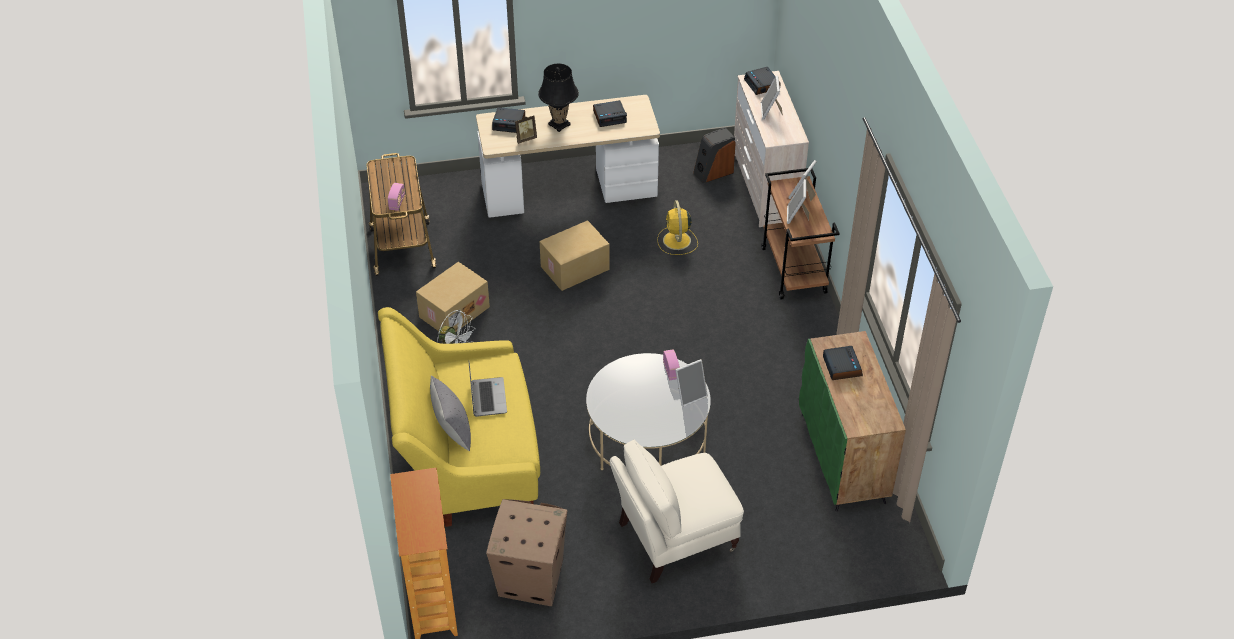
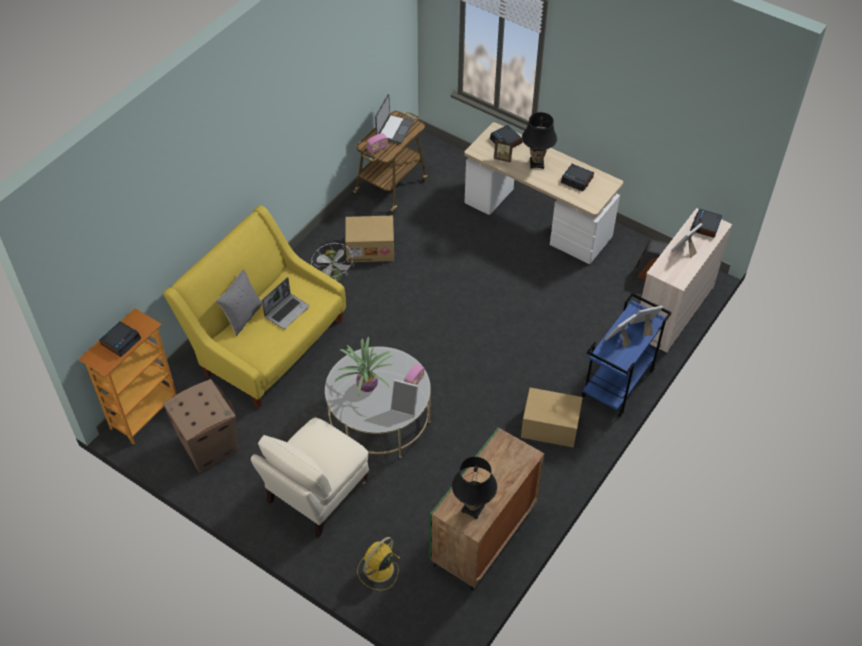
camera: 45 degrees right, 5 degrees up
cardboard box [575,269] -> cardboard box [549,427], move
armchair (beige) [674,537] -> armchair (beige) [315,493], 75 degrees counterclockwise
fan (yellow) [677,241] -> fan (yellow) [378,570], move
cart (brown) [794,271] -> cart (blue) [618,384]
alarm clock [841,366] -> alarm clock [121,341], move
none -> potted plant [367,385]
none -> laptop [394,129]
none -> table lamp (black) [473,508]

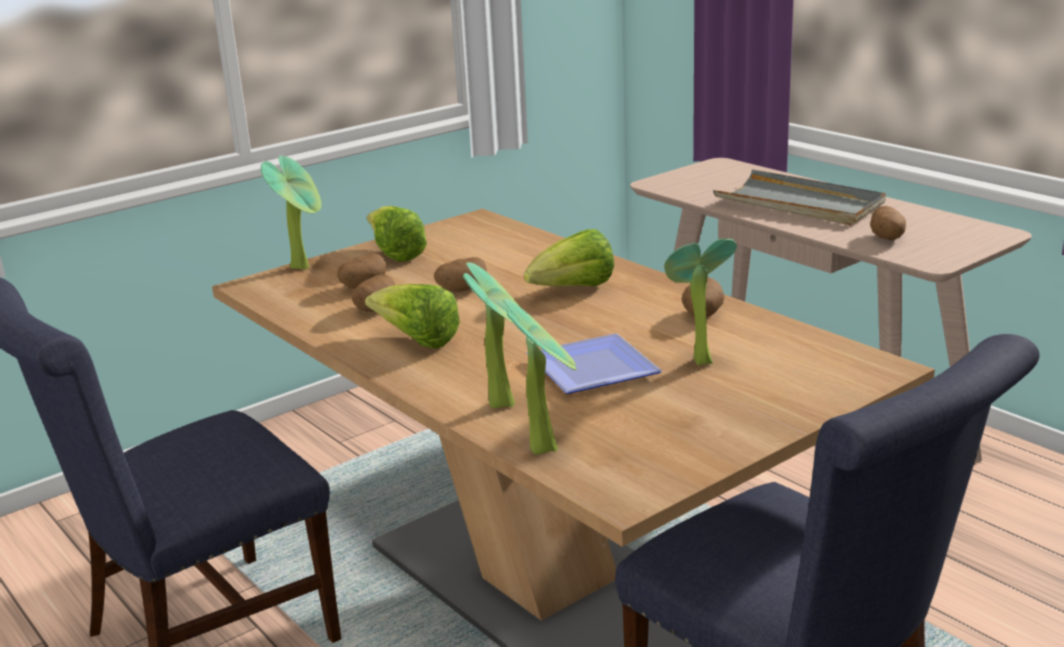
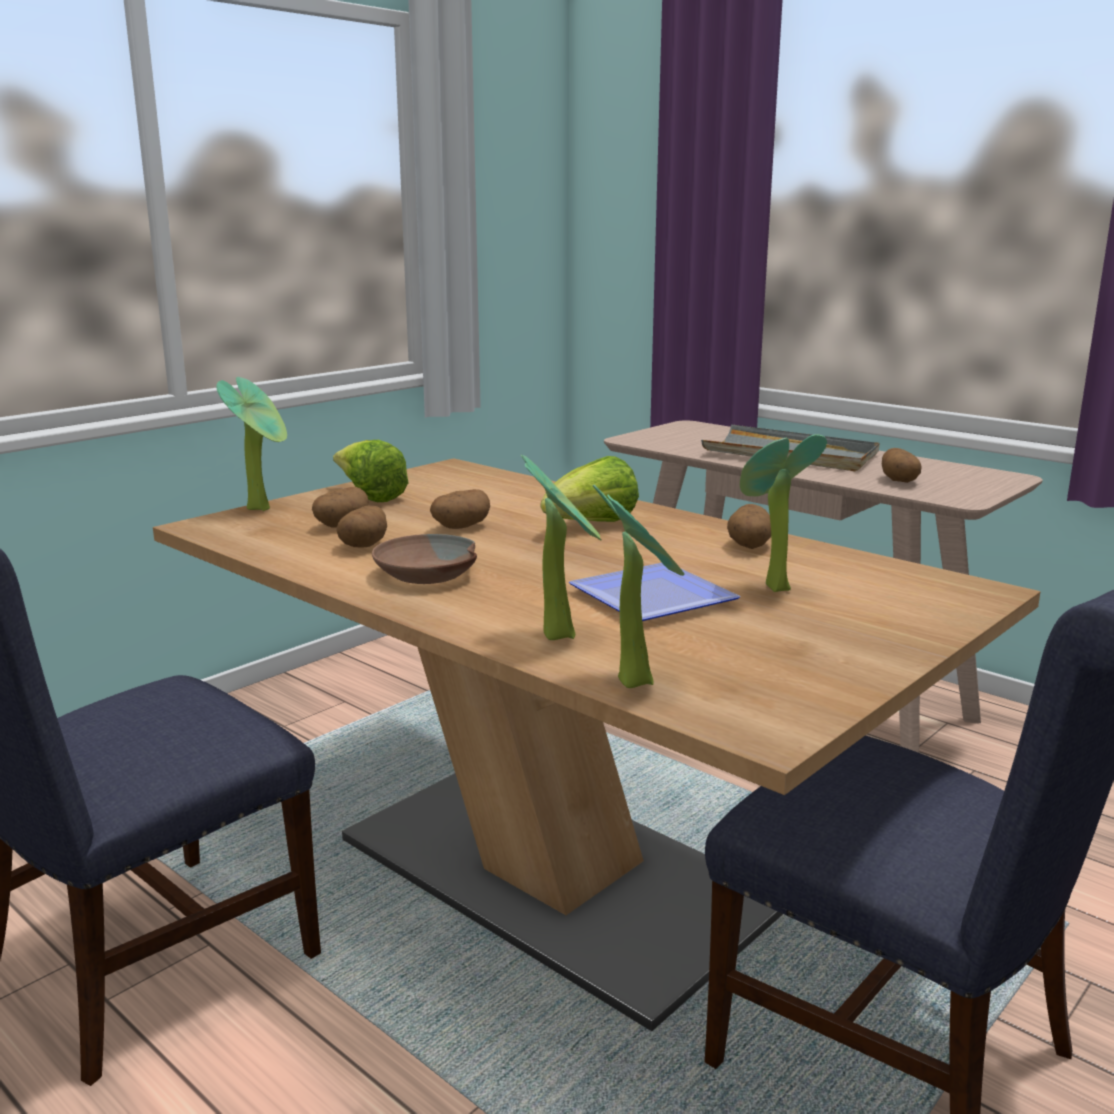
camera: 10 degrees left, 5 degrees down
lettuce [417,340] -> bowl (brown) [426,575]

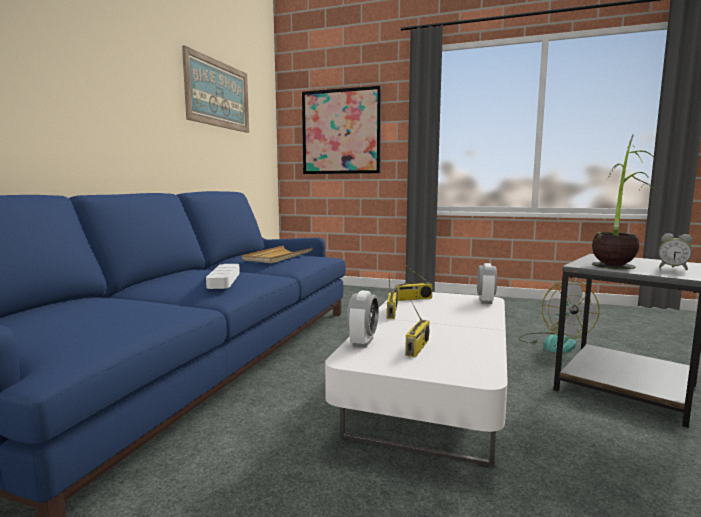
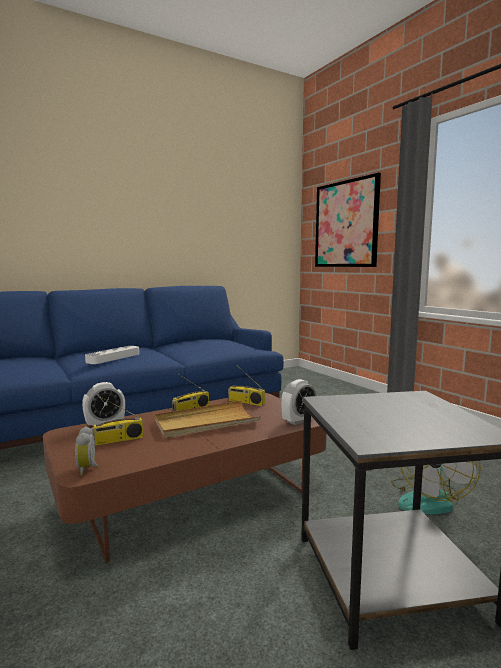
camera: 40 degrees right, 0 degrees up
picture [218,94] -> none
tray (beige) [278,257] -> tray (beige) [206,423], move
coffee table (white) [431,395] -> coffee table (brown) [192,494]
potted plant [617,262] -> none
alarm clock [673,268] -> alarm clock [88,469], move

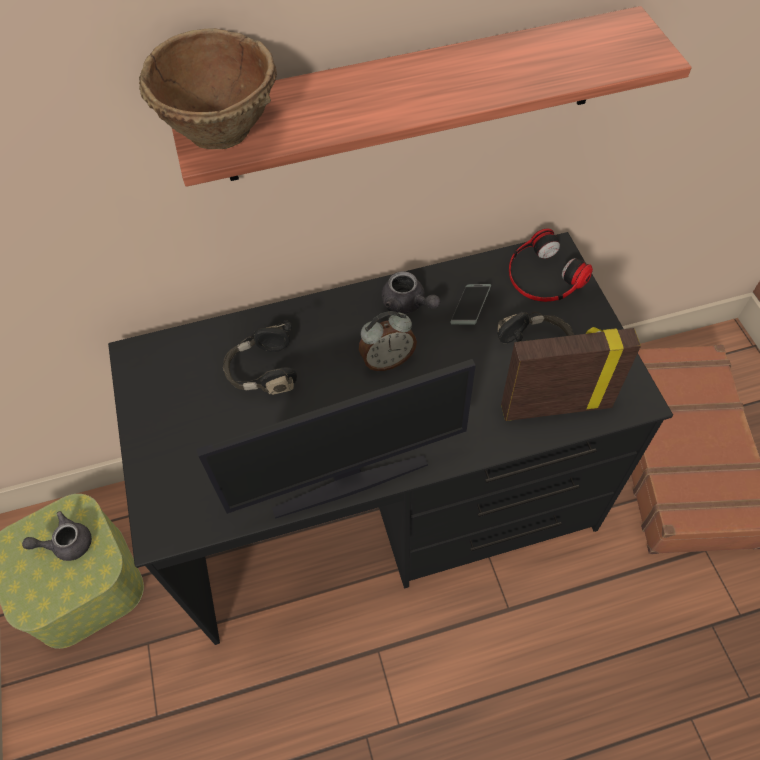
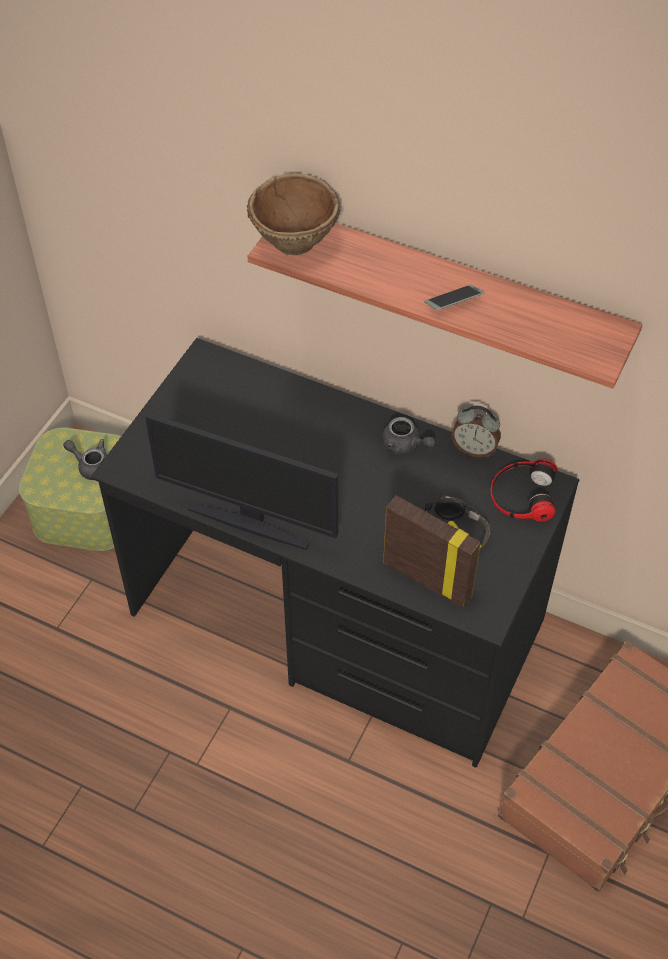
camera: 40 degrees right, 5 degrees down
headphones (black) [263,371] -> none
alarm clock [387,360] -> alarm clock [474,449], move
teapot (grey) [407,304] -> teapot (grey) [405,445], 45 degrees counterclockwise
phone [470,308] -> phone [453,302], move

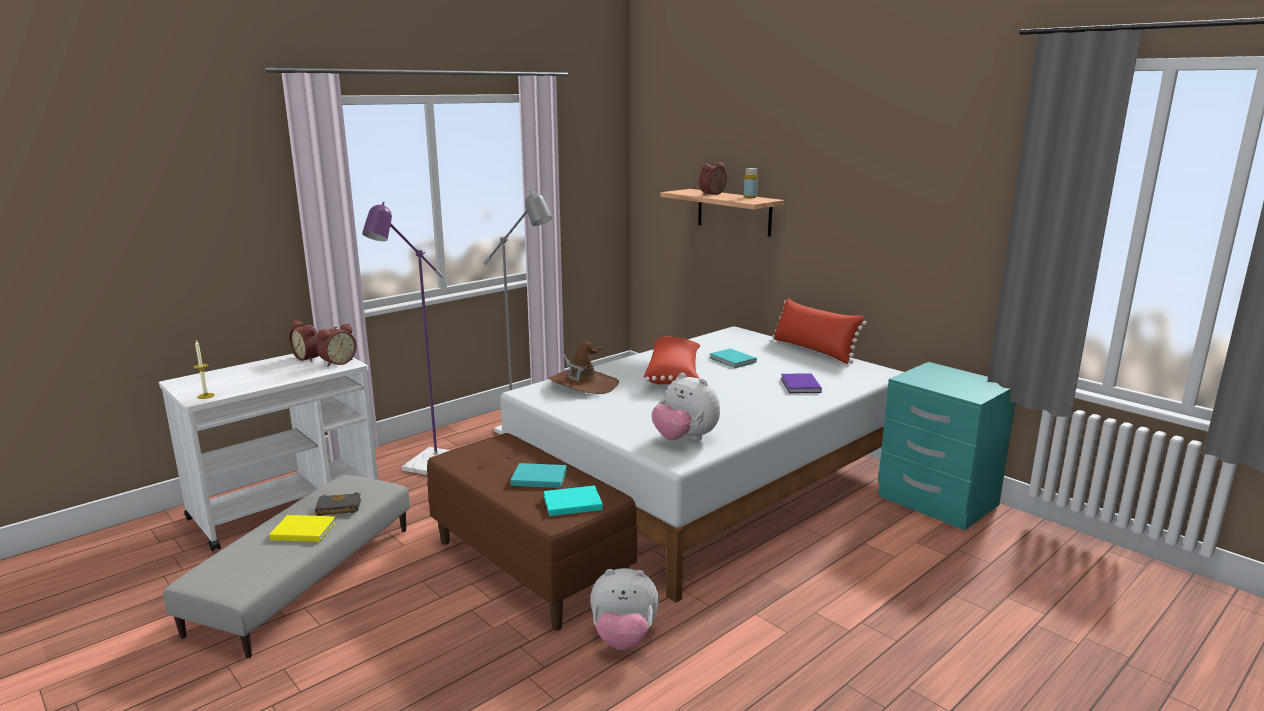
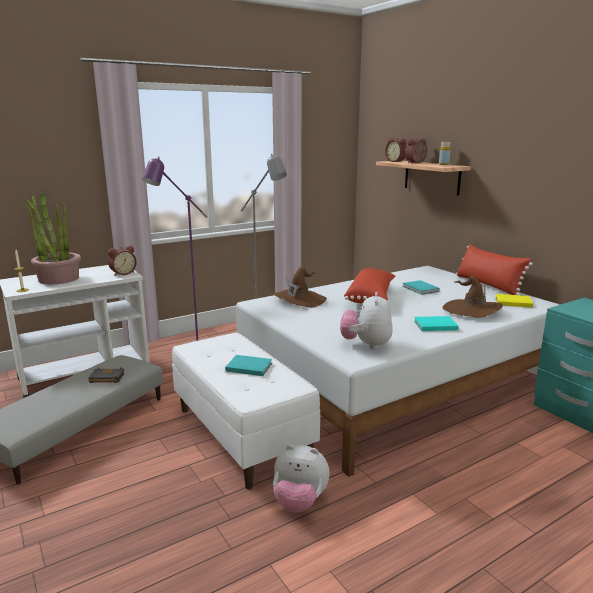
camera: 10 degrees right, 0 degrees up
book (yellow) [302,530] -> book (yellow) [512,302], move
alarm clock [309,358] -> alarm clock [396,161], move
bench (brown) [531,566] -> bench (white) [242,435]
book (turquoise) [571,503] -> book (turquoise) [434,325], move
plush toy [685,439] -> plush toy [366,345], 45 degrees clockwise
book (purple) [800,386] -> hat (brown) [471,310]
none -> potted plant [58,278]

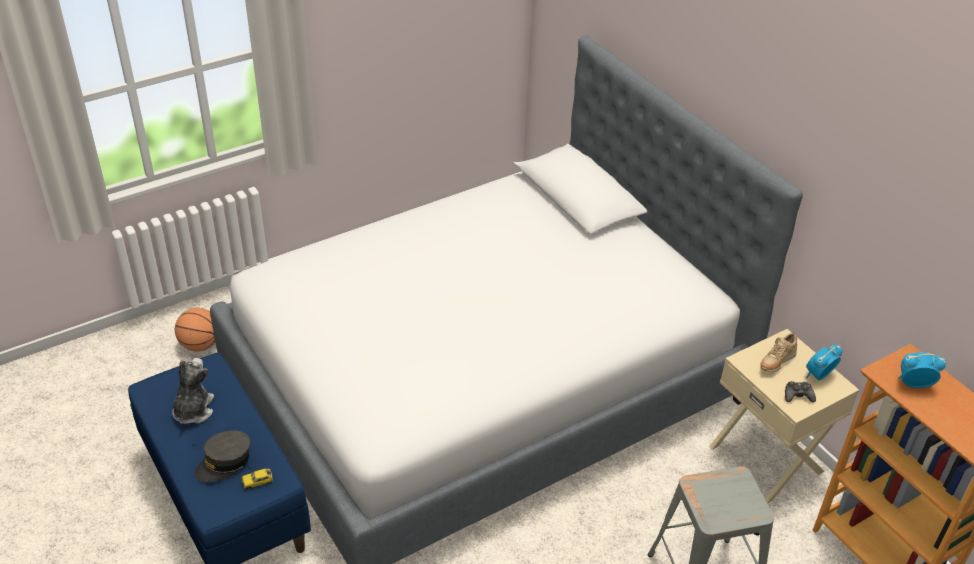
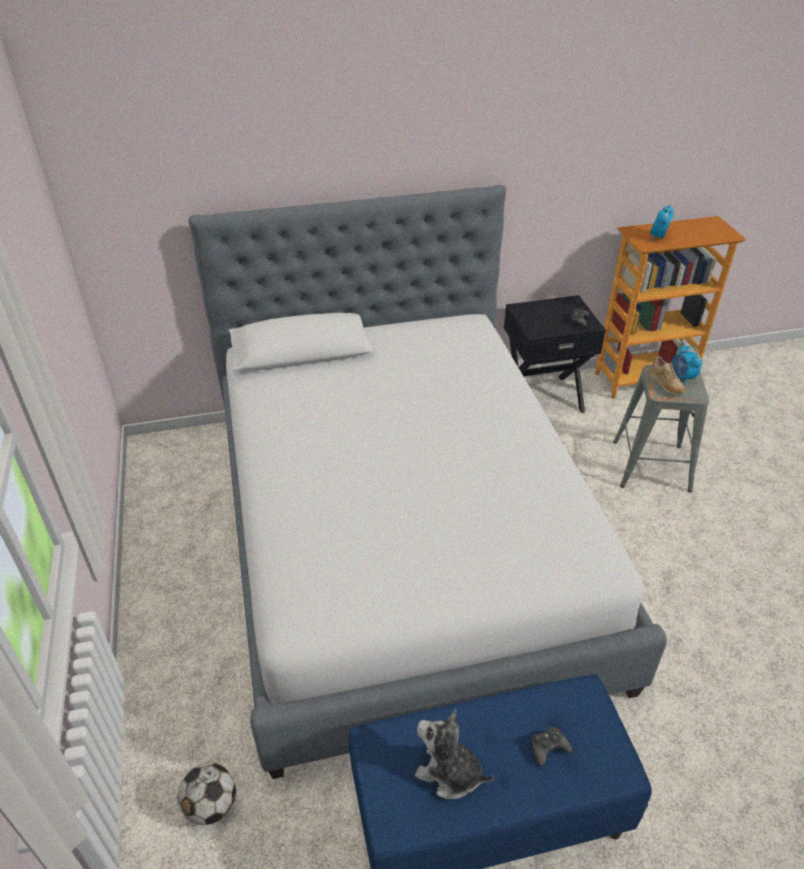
camera: 70 degrees left, 0 degrees up
basketball [200,345] -> football [211,806]
cap (grey) [224,463] -> game controller (black) [548,748]
toy car [257,481] -> none
nightstand (beige) [767,458] -> nightstand (black) [542,397]
shoe (beige) [776,363] -> shoe (beige) [665,386], move
alarm clock [818,375] -> alarm clock [681,378], move

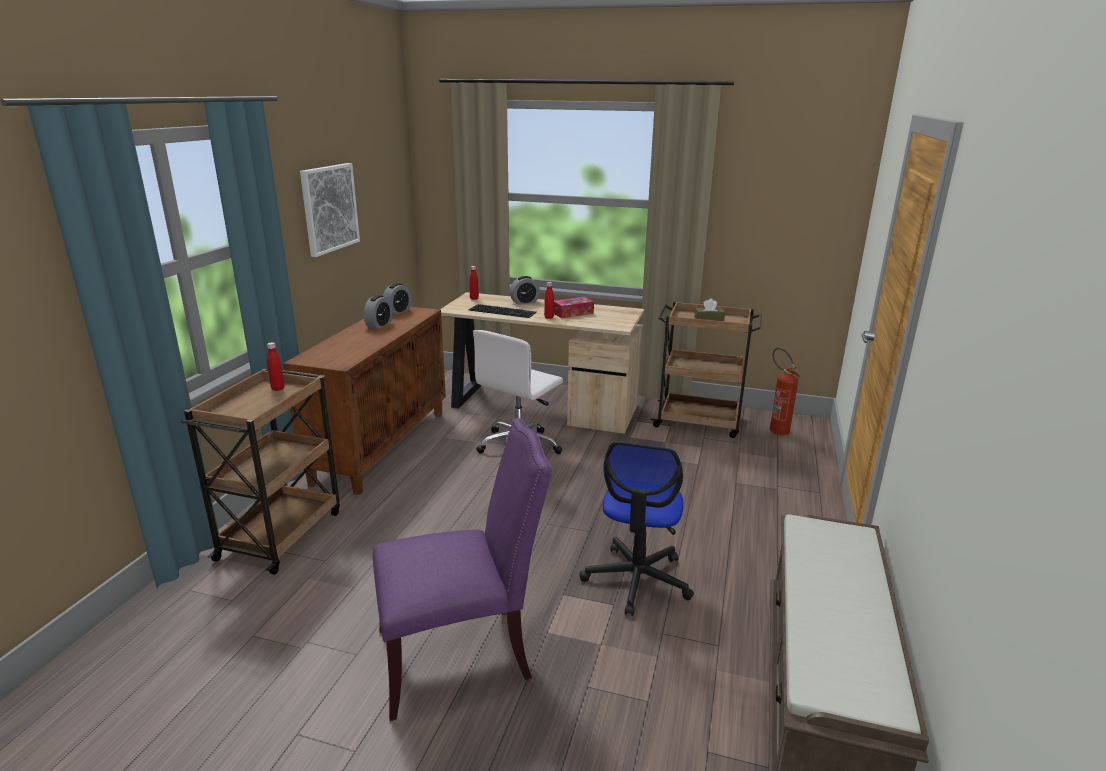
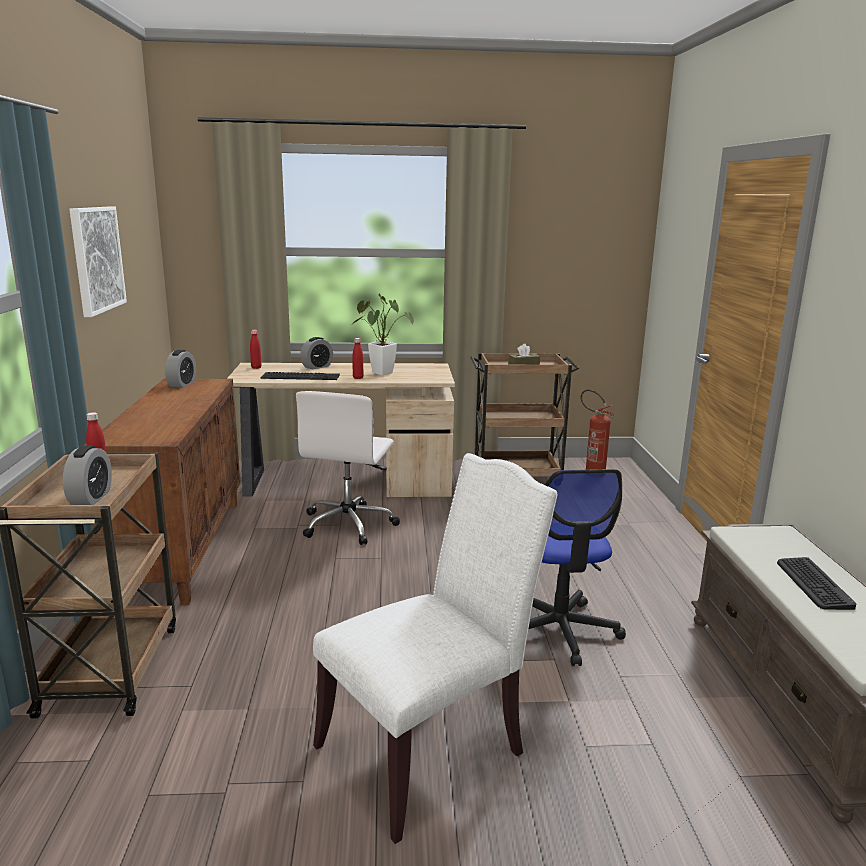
camera: 20 degrees left, 5 degrees down
alarm clock [379,325] -> alarm clock [91,498], move
chair (purple) [461,654] -> chair (white) [429,749]
tissue box [573,313] -> potted plant [379,372]
none -> keyboard [813,584]

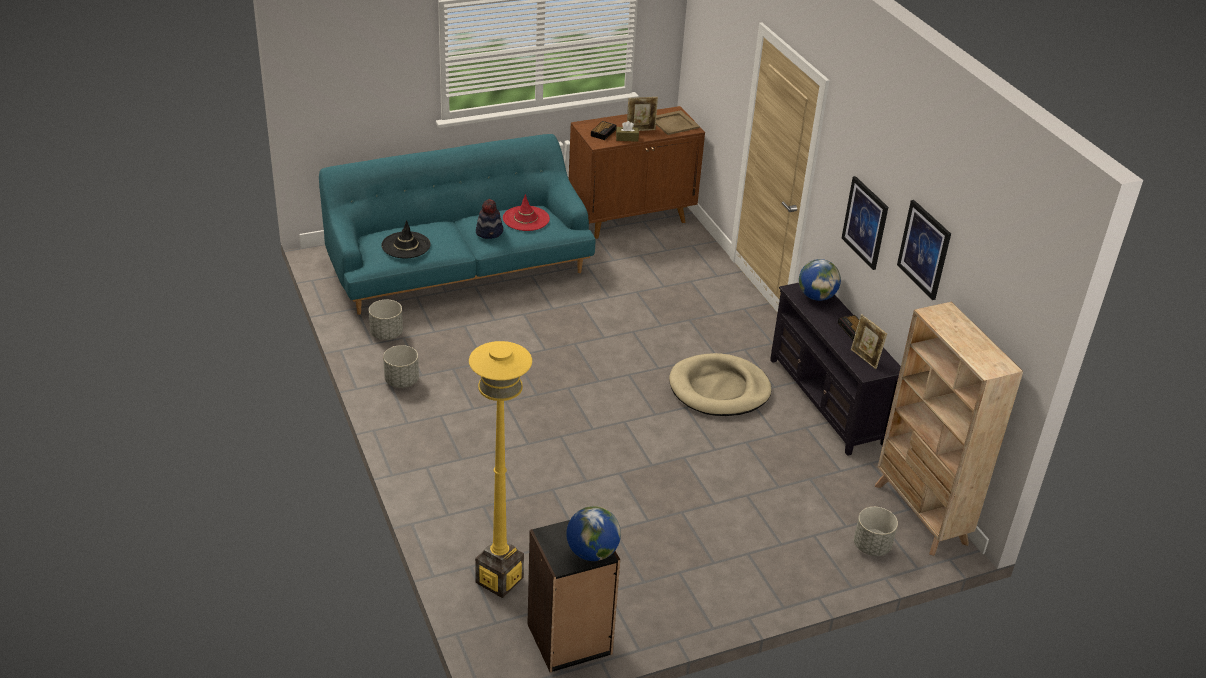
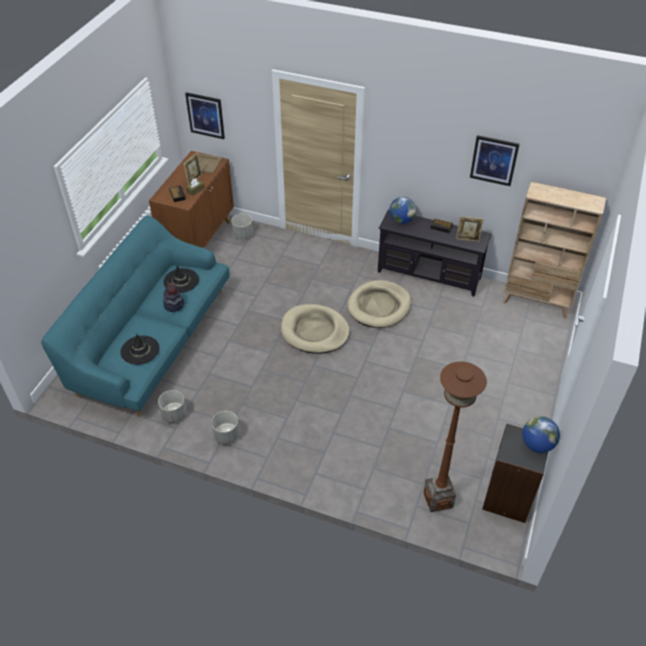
camera: 45 degrees left, 10 degrees up
floor lamp (yellow) [499,579] -> floor lamp (brown) [438,499]
hat (red) [526,219] -> hat (black) [181,281]
picture [865,222] -> picture [205,115], move
planter (grey) [872,546] -> planter (grey) [243,235], move
none -> dog bed (beige) [315,331]

